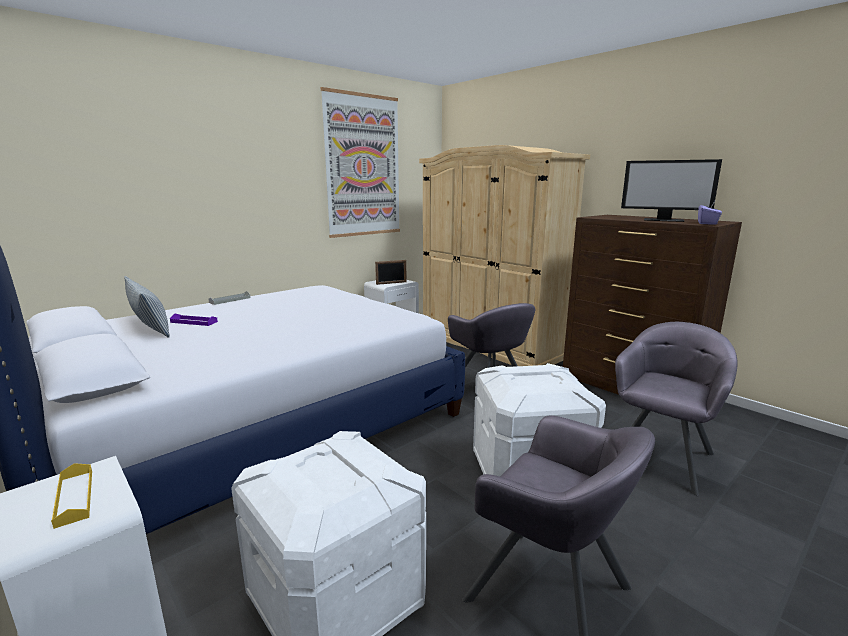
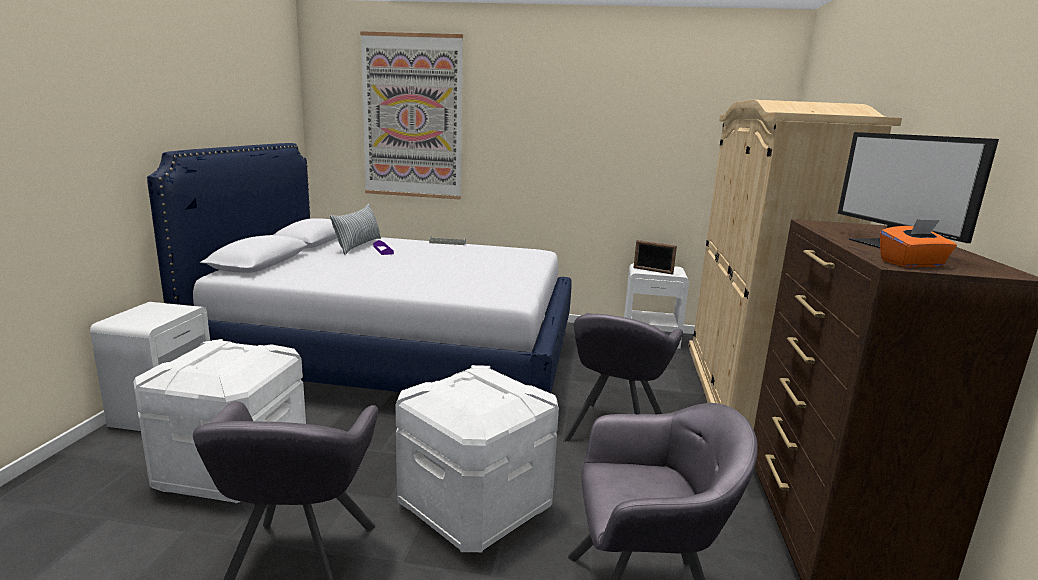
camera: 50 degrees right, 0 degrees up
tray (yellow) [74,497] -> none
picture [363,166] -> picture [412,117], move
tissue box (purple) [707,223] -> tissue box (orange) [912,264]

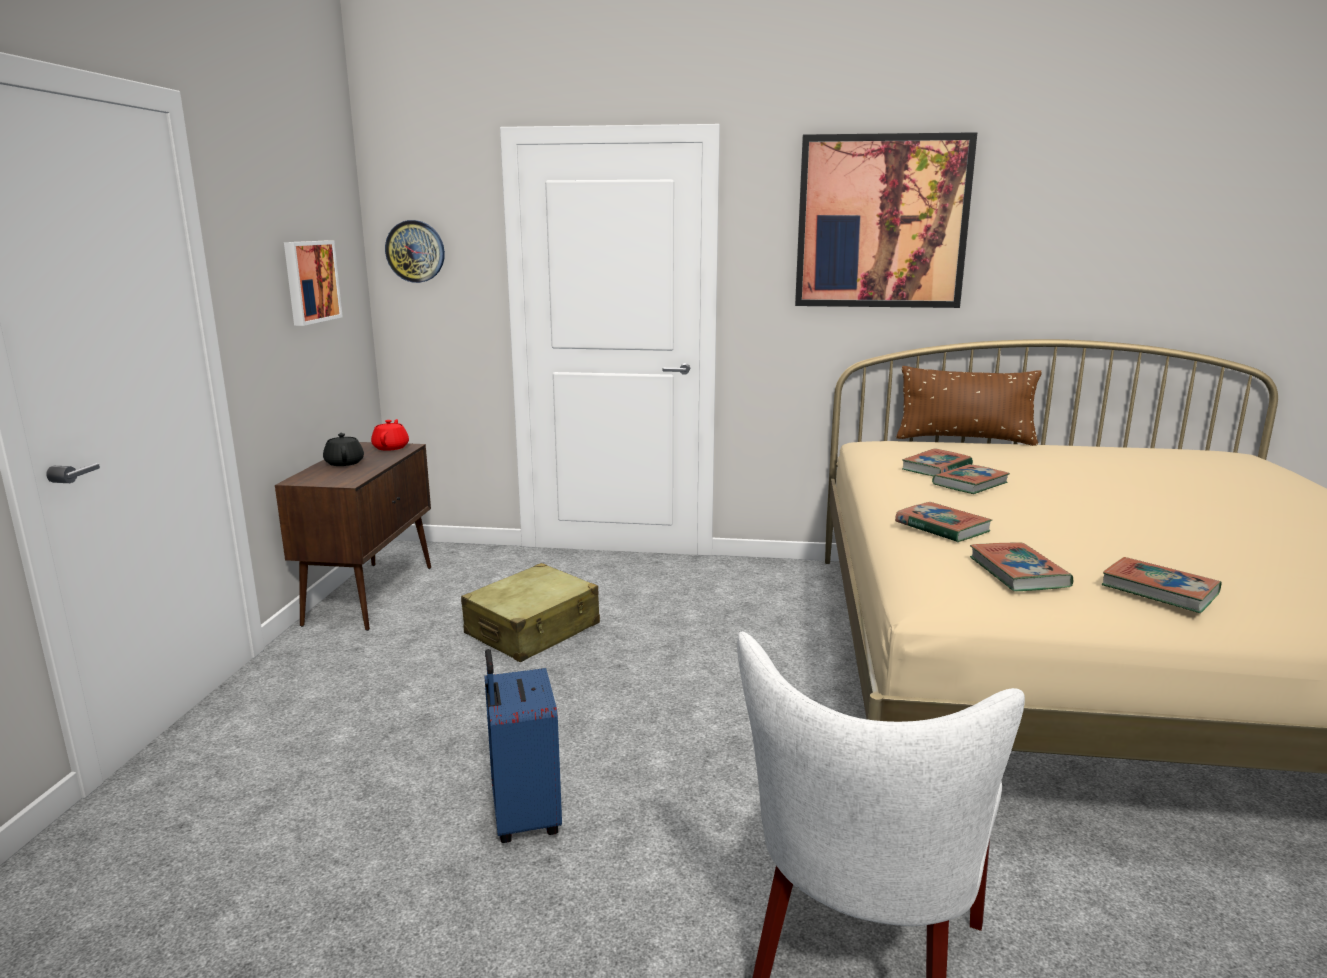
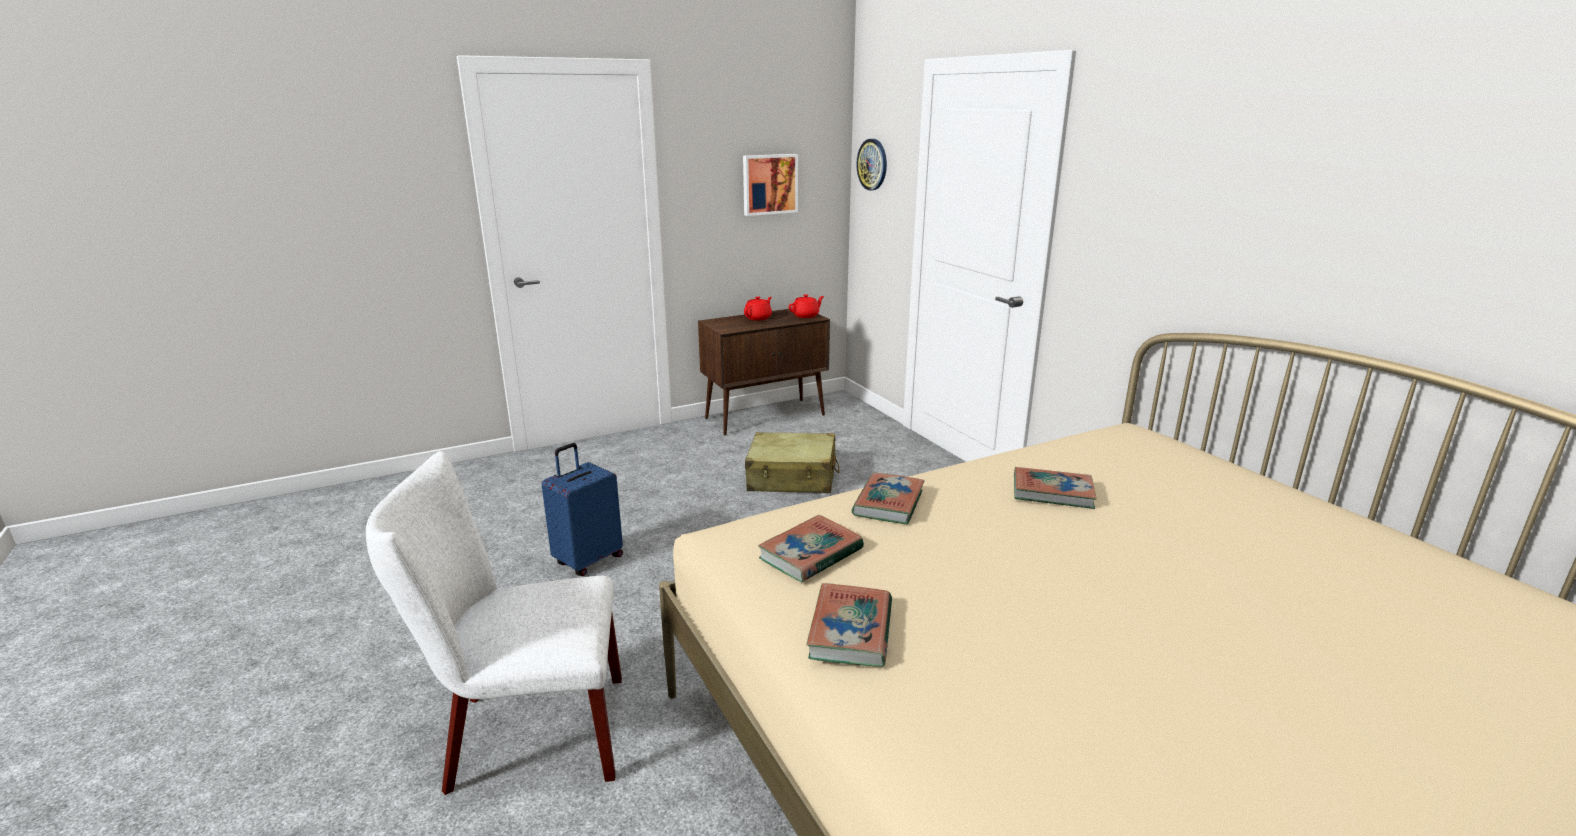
camera: 55 degrees right, 5 degrees up
teapot (black) [344,462] -> teapot (red) [758,318]
picture [881,222] -> none
pillow (brown) [964,440] -> none
book [936,468] -> none

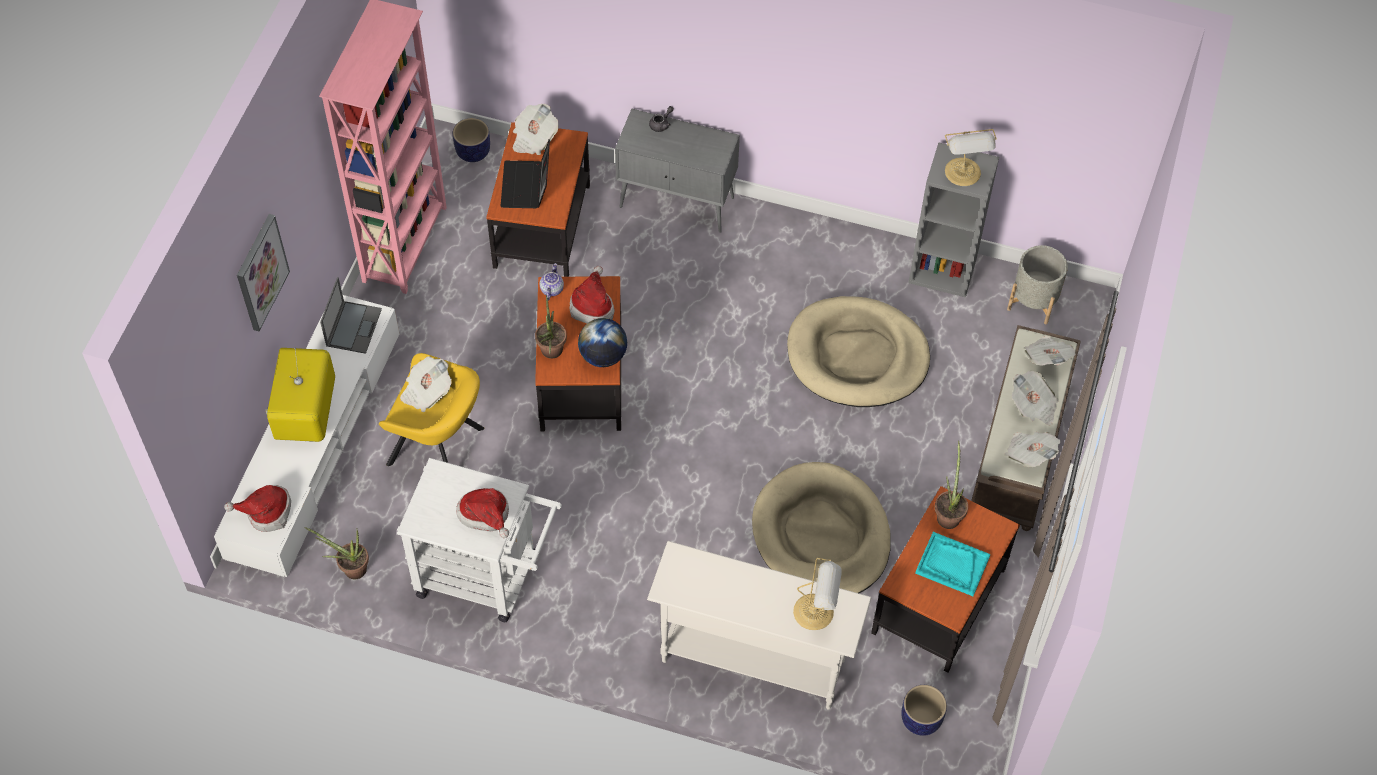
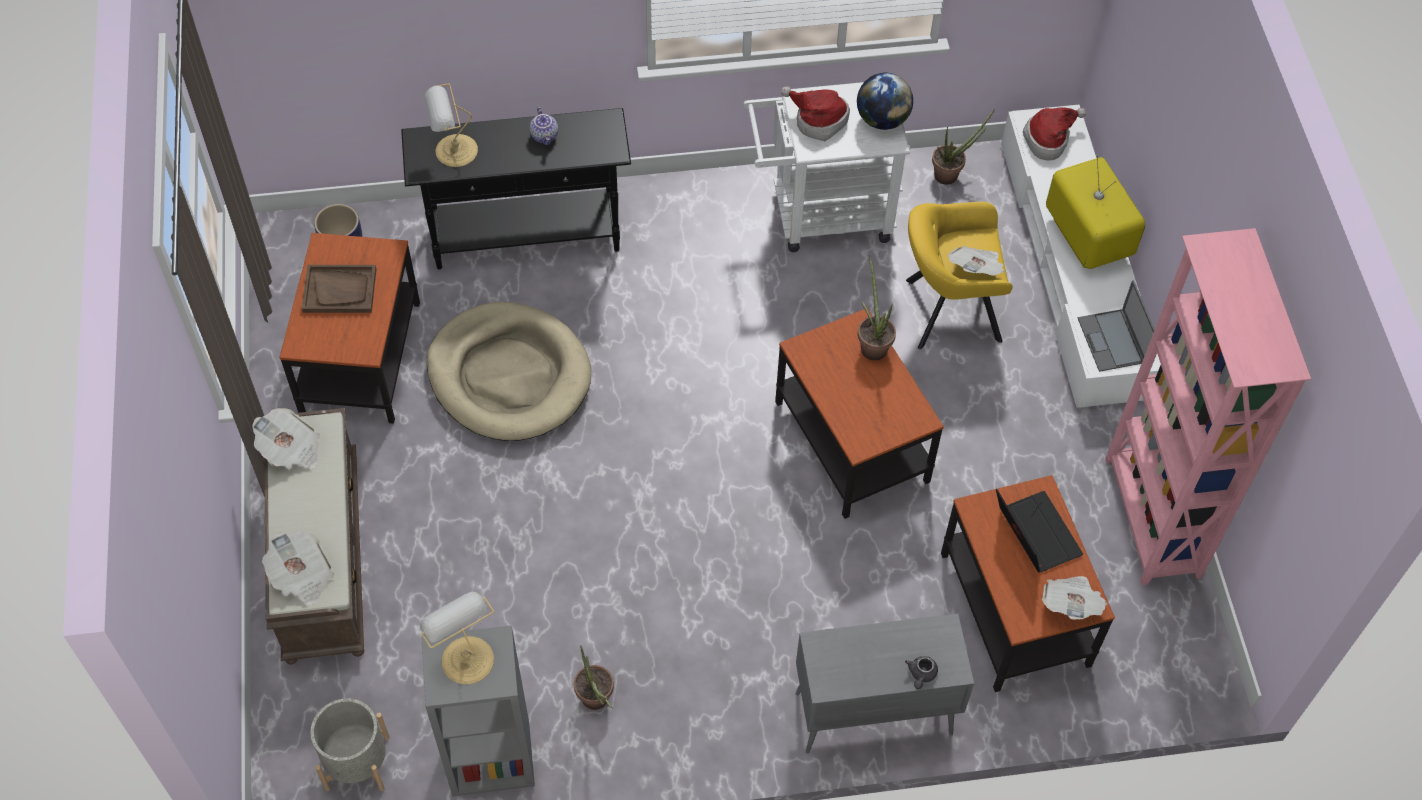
camera: 155 degrees right, 0 degrees up
picture [261,272] -> none
planter [473,152] -> none
teapot [551,289] -> teapot [545,136], move
hat [592,306] -> none
globe [603,356] -> globe [882,119], move
console table (white) [752,659] -> console table (black) [527,237]
dog bed (beige) [857,356] -> none
tray (turquoise) [952,565] -> tray (brown) [340,290]
potted plant [948,514] -> potted plant [597,703], move
newspaper [1033,406] -> none

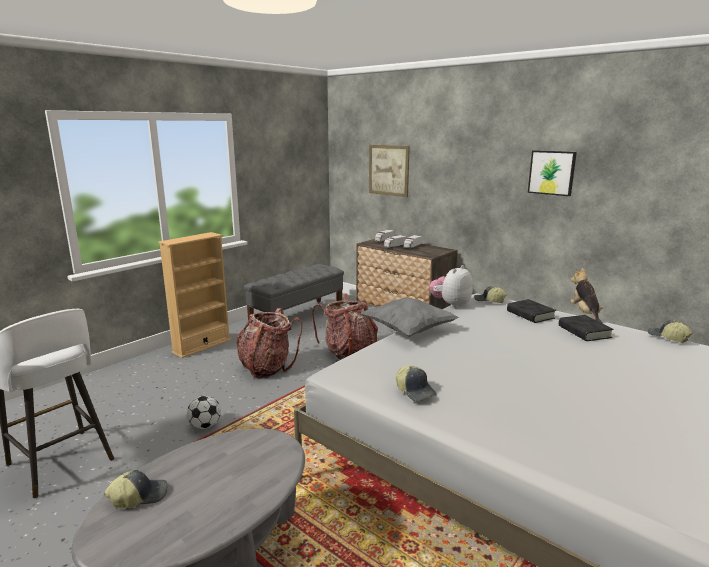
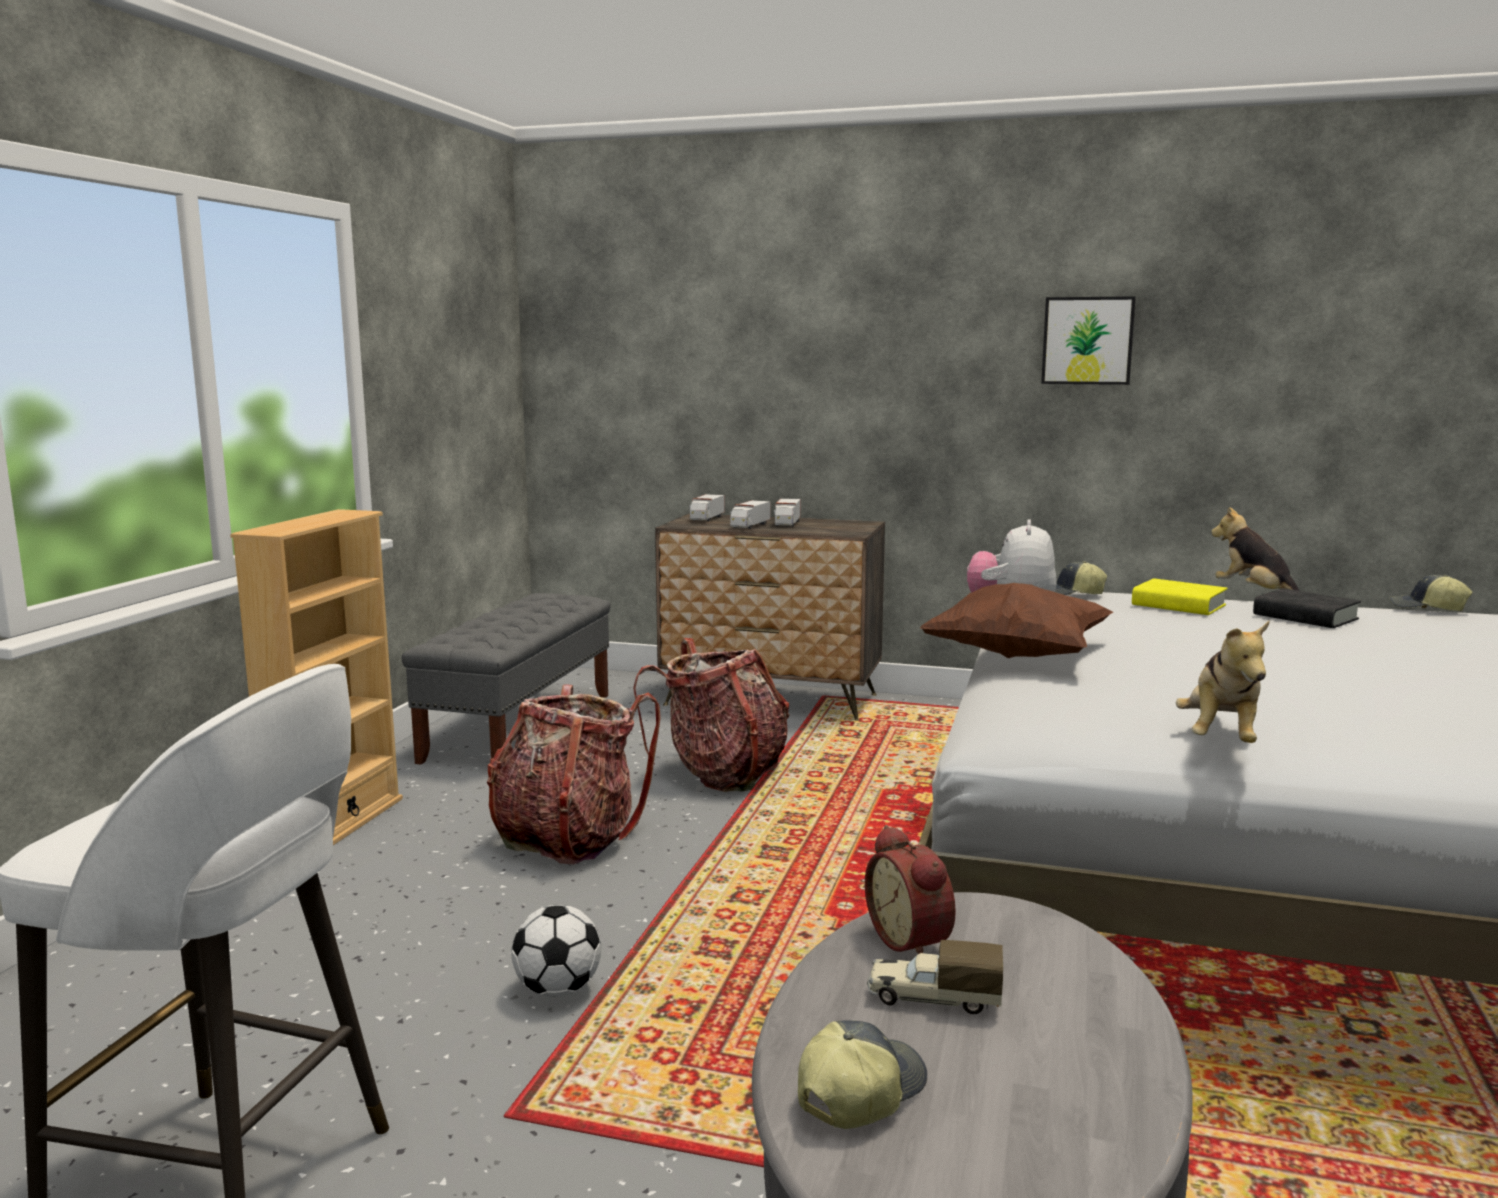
camera: 25 degrees left, 5 degrees down
pillow (grey) [408,331] -> pillow (brown) [1017,656]
picture [388,170] -> none
cap [415,391] -> plush toy [1220,738]
book (black) [530,314] -> book (yellow) [1178,605]
none -> alarm clock [912,940]
none -> toy truck [933,998]

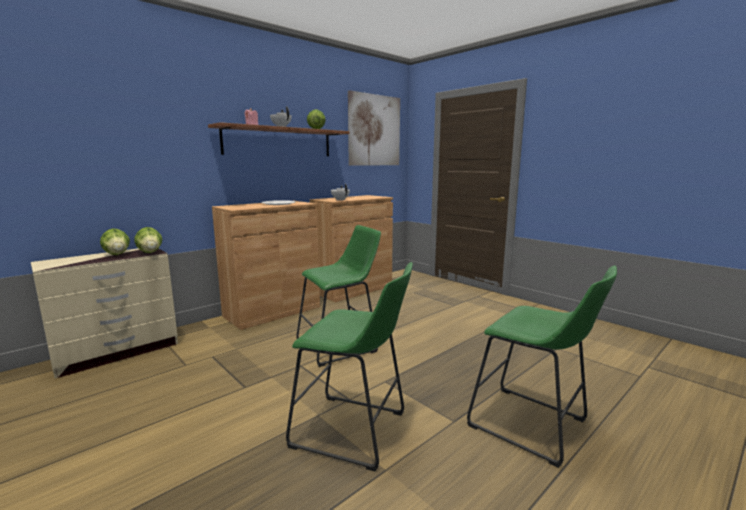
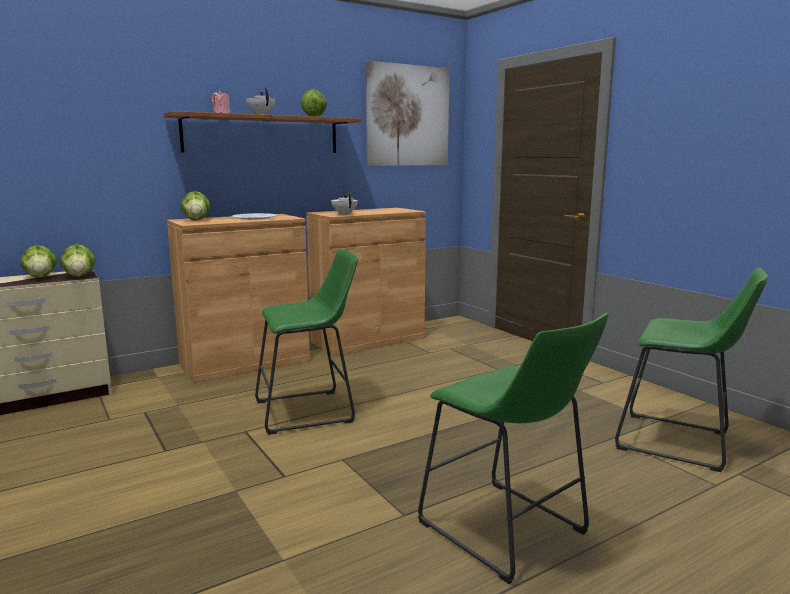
camera: 10 degrees right, 0 degrees up
stool (green) [355,432] -> stool (green) [680,443], move
none -> lettuce [196,220]

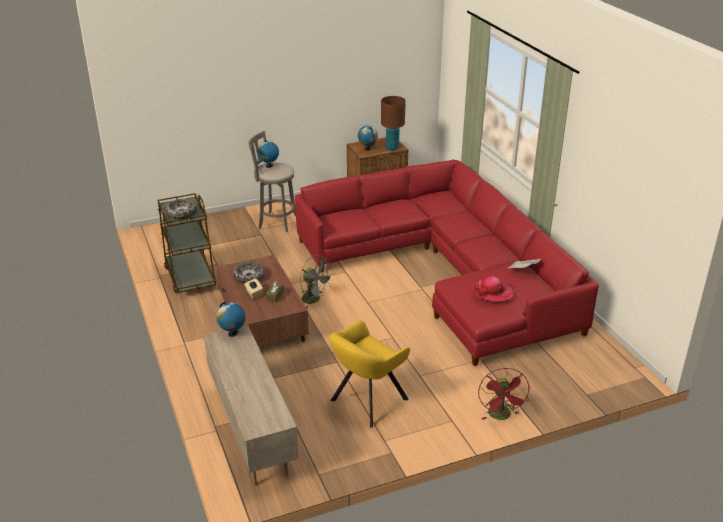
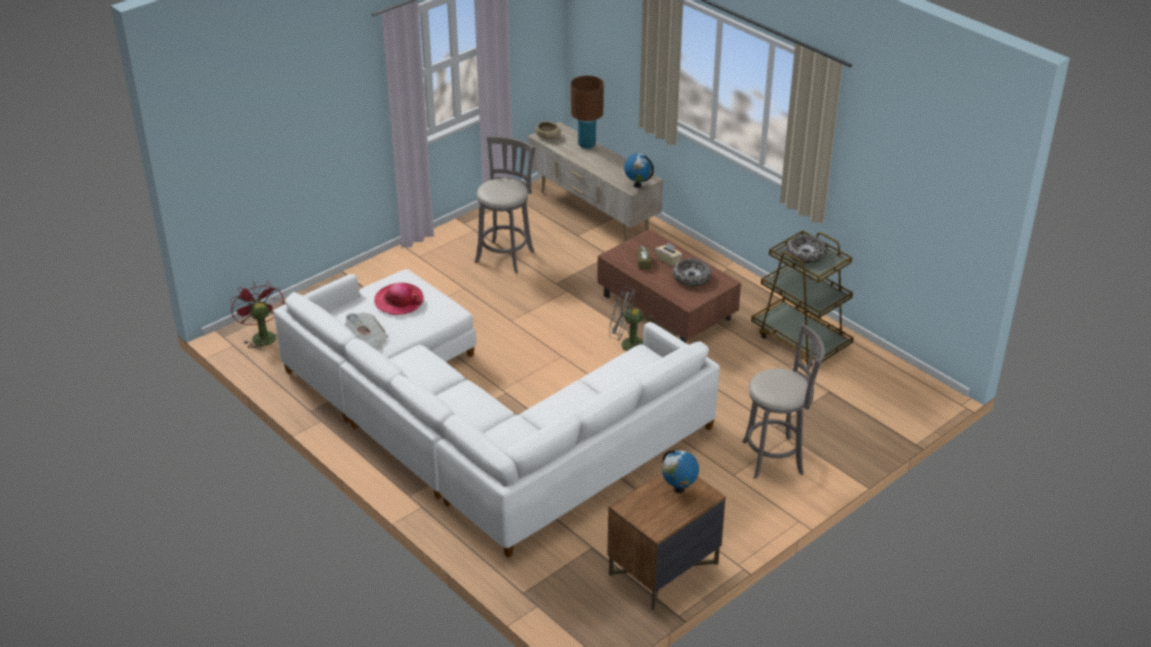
camera: 160 degrees right, 5 degrees up
globe [269,166] -> none
sofa (red) [448,272] -> sofa (white) [478,424]
armchair (yellow) [366,401] -> stool (grey) [506,255]
table lamp (brown) [392,148] -> table lamp (brown) [587,145], move
fan (red) [501,416] -> fan (red) [261,336], move
none -> bowl (beige) [548,136]

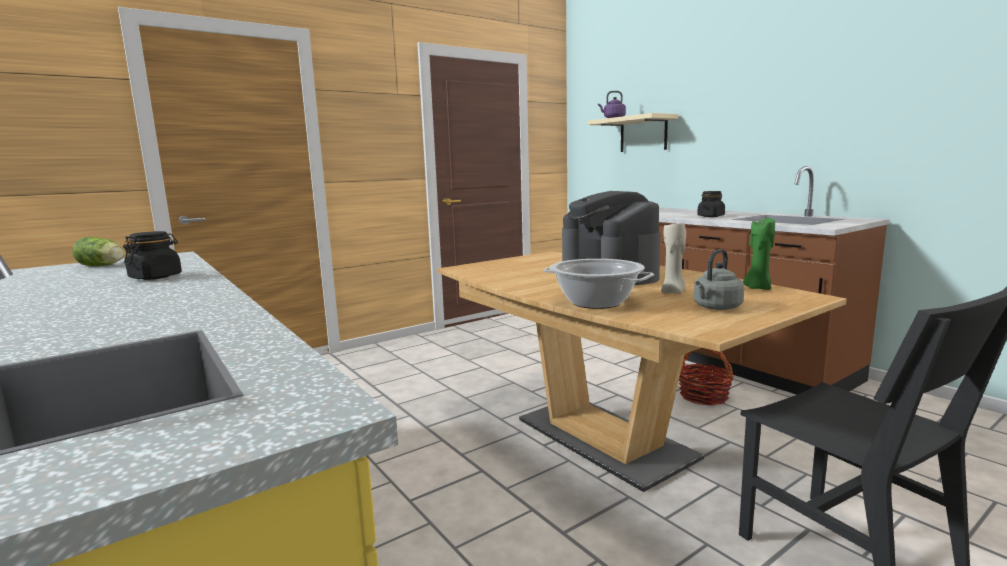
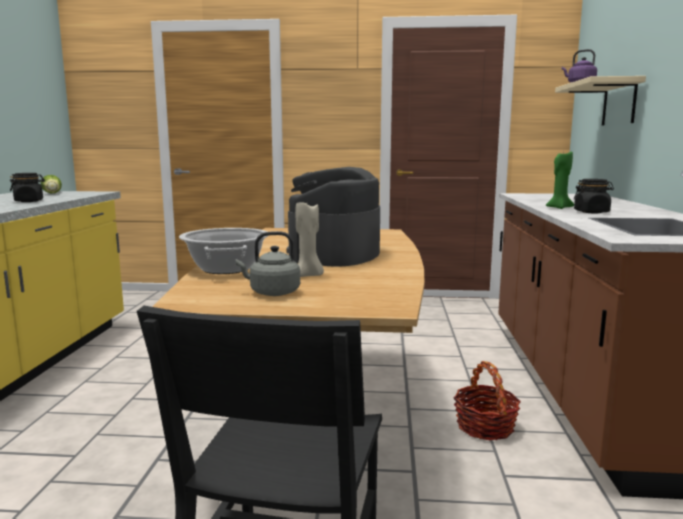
camera: 40 degrees right, 0 degrees up
candle (green) [757,288] -> candle (green) [558,208], move

